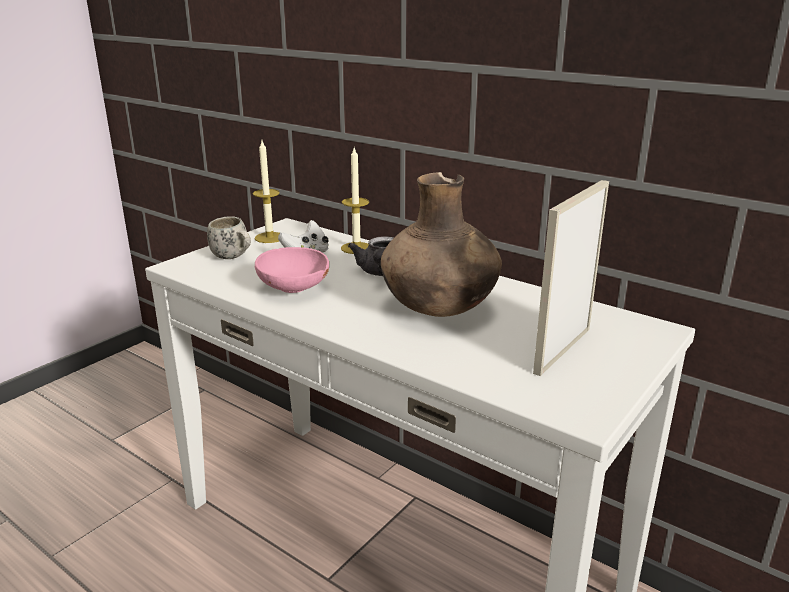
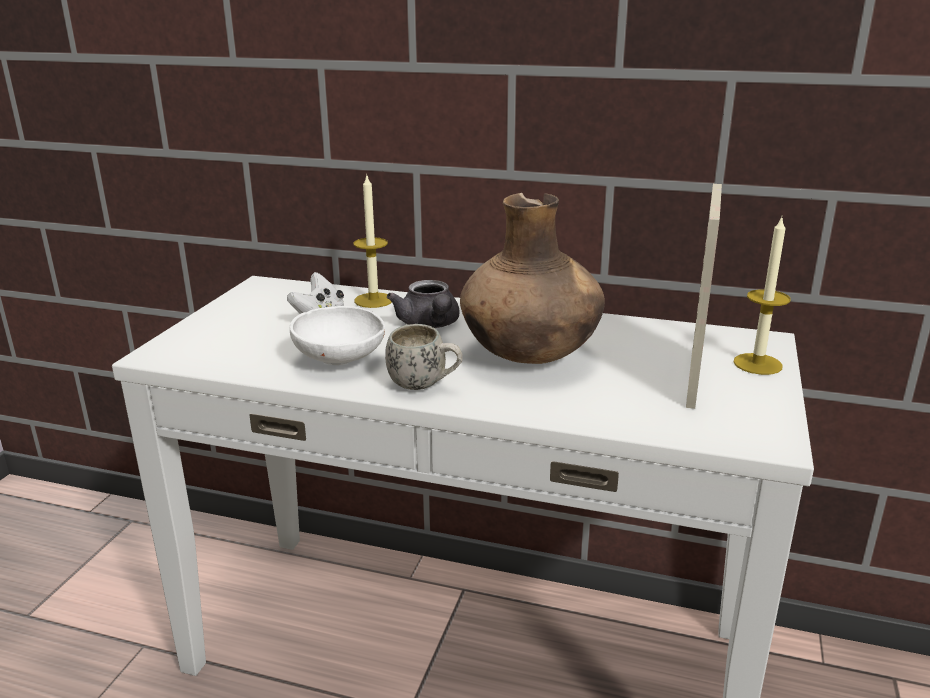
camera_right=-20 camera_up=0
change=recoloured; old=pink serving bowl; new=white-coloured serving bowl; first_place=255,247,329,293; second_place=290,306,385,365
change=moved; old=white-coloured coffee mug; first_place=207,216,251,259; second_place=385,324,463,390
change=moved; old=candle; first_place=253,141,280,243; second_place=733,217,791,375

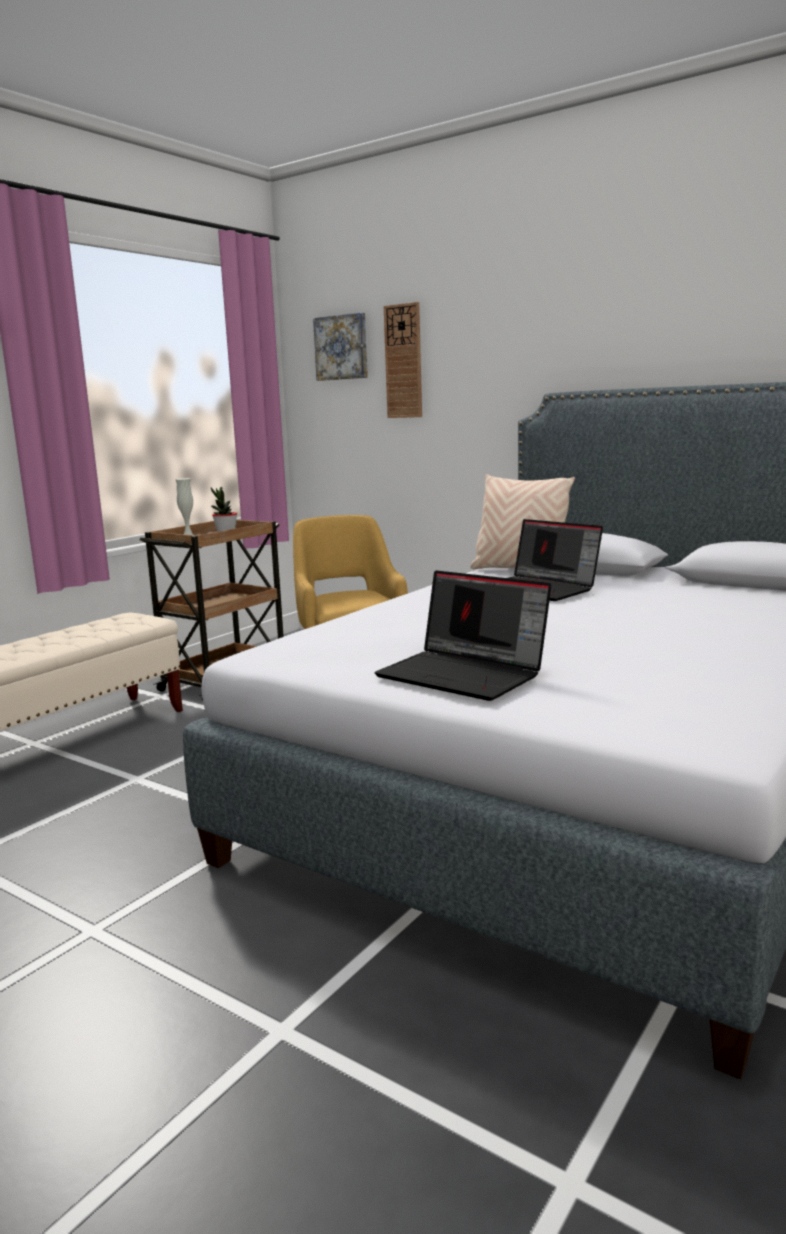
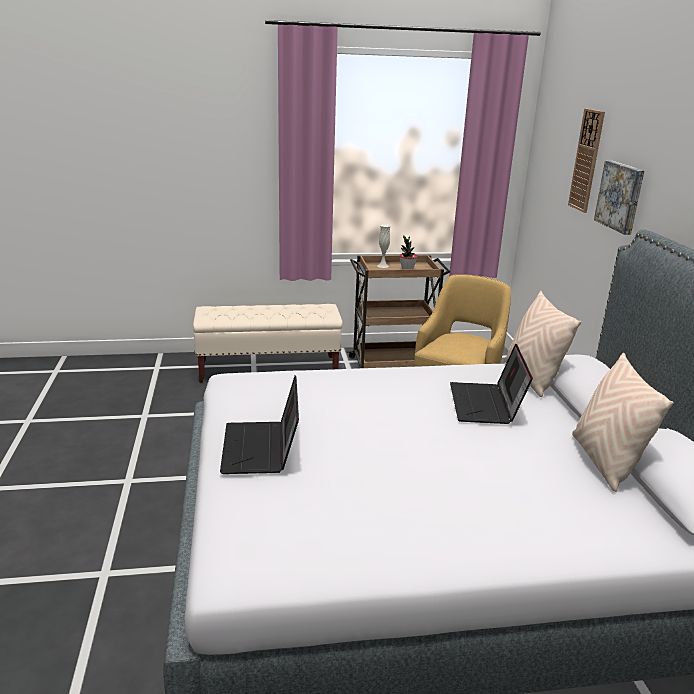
camera_right=45 camera_up=10
change=added; new=sand-coloured throw pillow; second_place=572,353,674,492
change=moved; old=picture; first_place=313,313,368,381; second_place=594,160,644,235

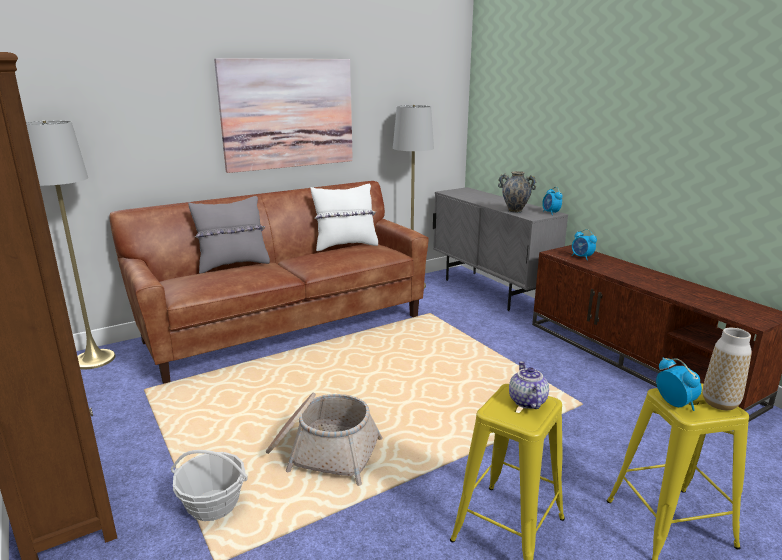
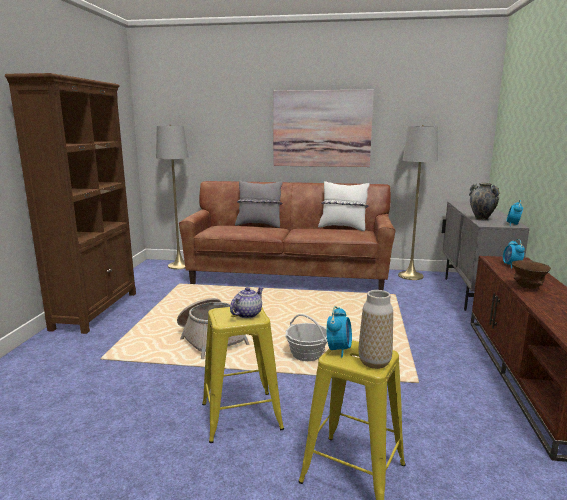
camera_right=40 camera_up=-5
change=moved; old=household basket; first_place=171,450,248,521; second_place=285,314,327,361
change=added; new=brown serving bowl; second_place=512,260,551,289

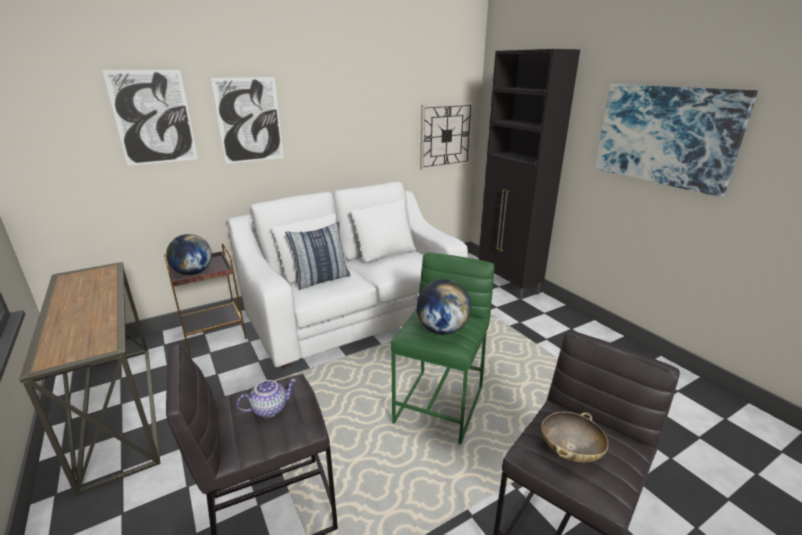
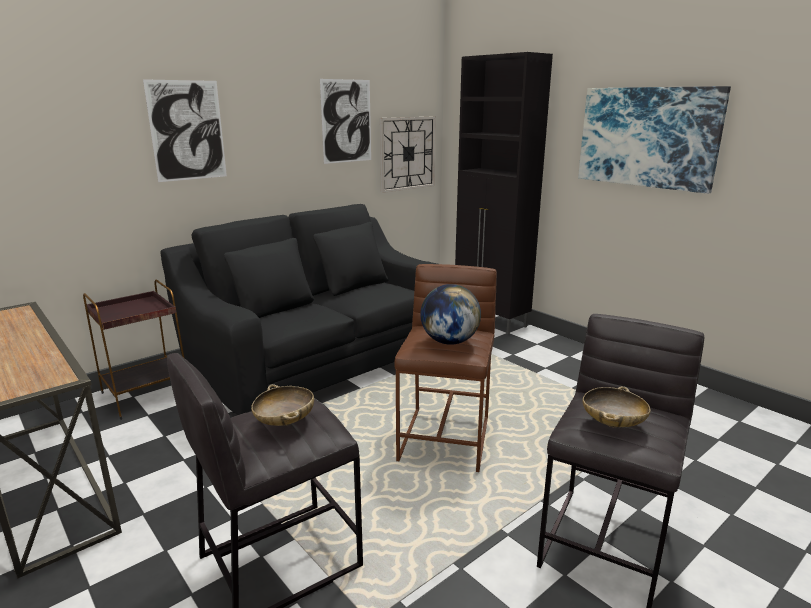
camera_right=-10 camera_up=-5
change=recoloured; old=white-coloured couch; new=black-coloured couch; first_place=227,182,468,368; second_place=160,204,437,415
change=replaced; old=tea pot; new=sand-coloured serving bowl; first_place=237,379,296,418; second_place=251,384,314,426
change=moved; old=picture; first_place=102,70,198,166; second_place=320,79,371,164
change=recoloured; old=greenish sitting stool; new=brown sitting stool; first_place=391,253,495,444; second_place=394,264,497,472
change=removed; old=world globe; first_place=166,234,212,275
change=removed; old=throw pillow; first_place=285,221,351,290

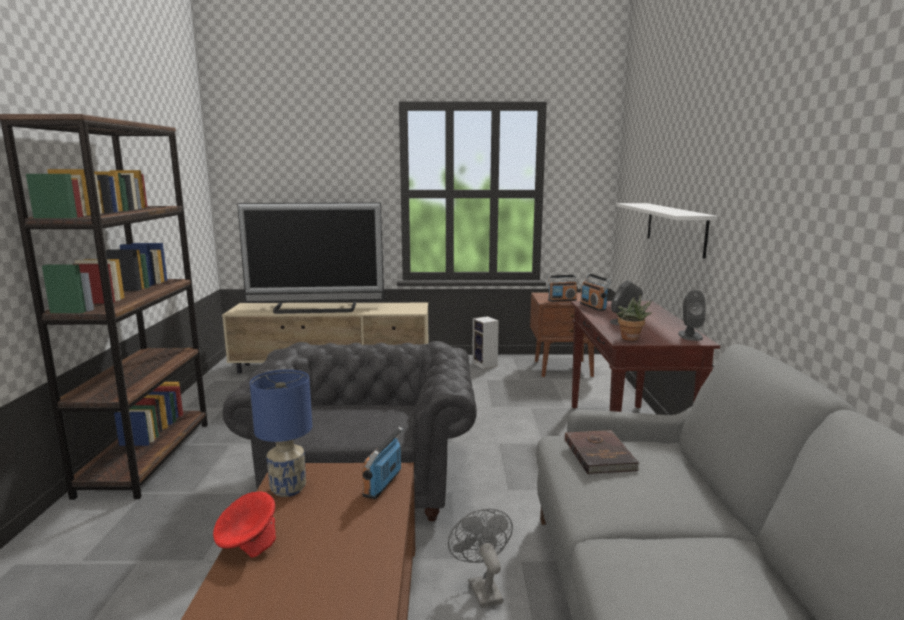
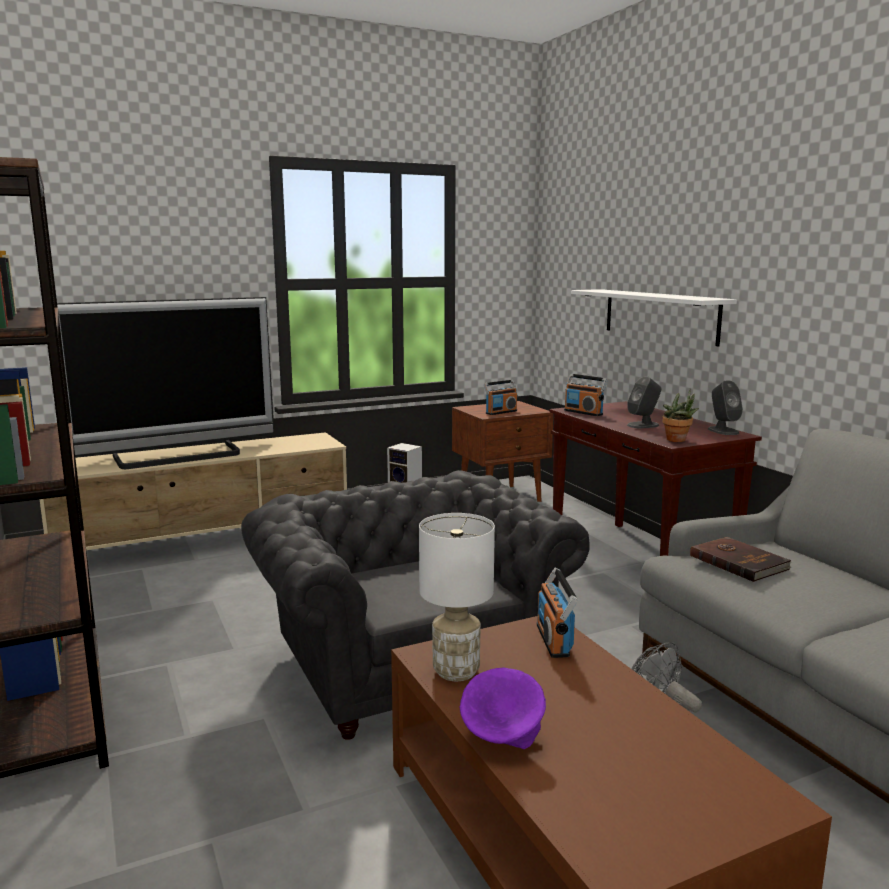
camera_right=-25 camera_up=0
change=recoloured; old=blue table lamp; new=white-coloured table lamp; first_place=250,369,312,497; second_place=419,513,495,681
change=recoloured; old=red serving bowl; new=purplish serving bowl; first_place=213,491,276,558; second_place=459,668,546,749

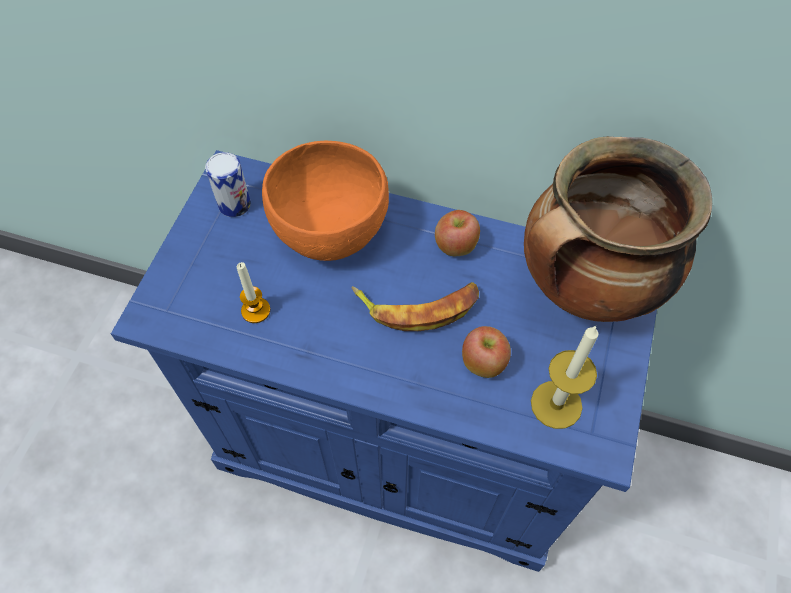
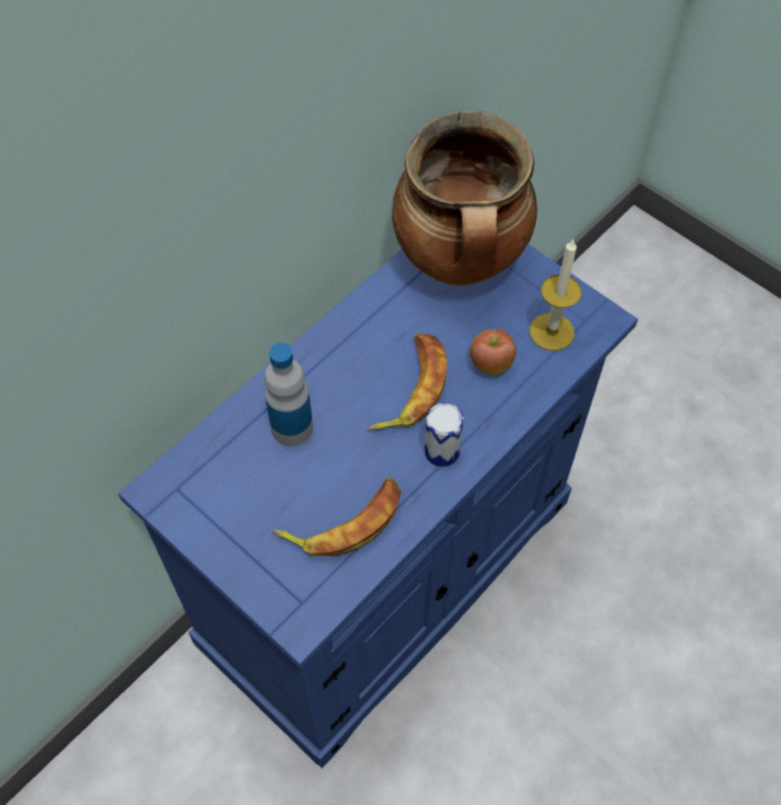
camera_right=-65 camera_up=0
change=replaced; old=orange serving bowl; new=drink bottle; first_place=262,140,389,261; second_place=264,343,313,446
change=replaced; old=candle; new=banana; first_place=237,262,270,323; second_place=273,478,401,556
change=moved; old=can; first_place=205,152,251,217; second_place=425,403,464,467
change=removed; old=whole apple; first_place=435,210,480,256

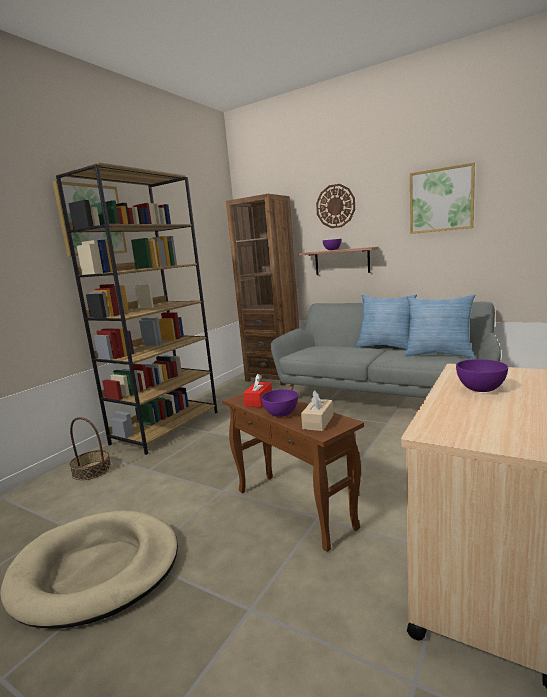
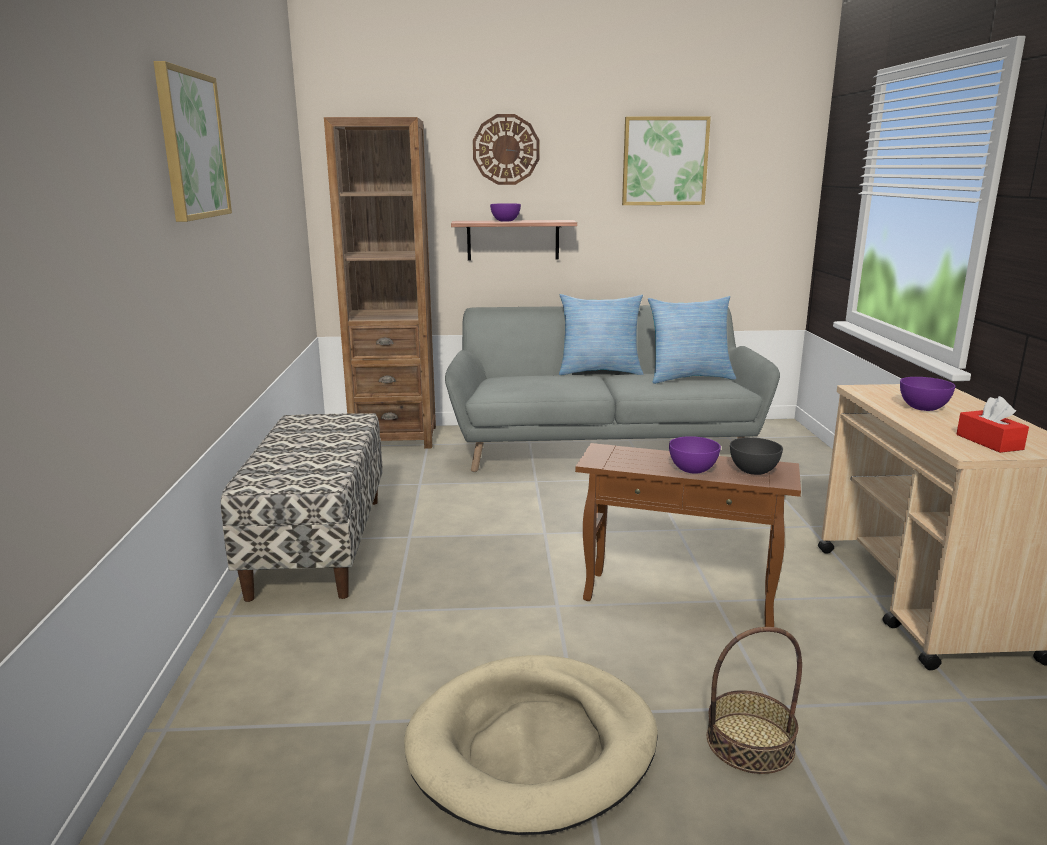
camera_right=-35 camera_up=5
change=replaced; old=brown bookshelf; new=bench; first_place=56,162,218,455; second_place=221,413,383,602
change=moved; old=household basket; first_place=70,417,111,480; second_place=707,627,802,774
change=replaced; old=sand-coloured tissue box; new=gray serving bowl; first_place=301,391,333,431; second_place=730,437,783,475
change=moved; old=red tissue box; first_place=243,374,272,407; second_place=956,396,1029,453

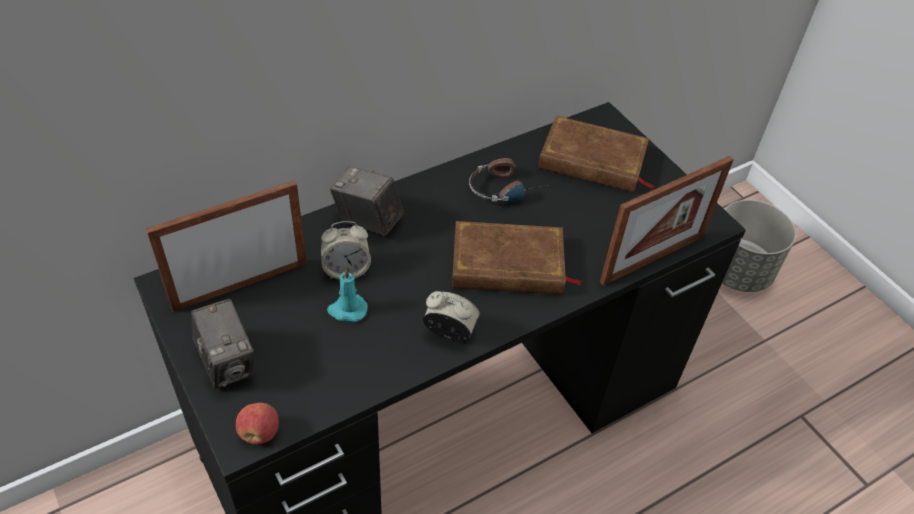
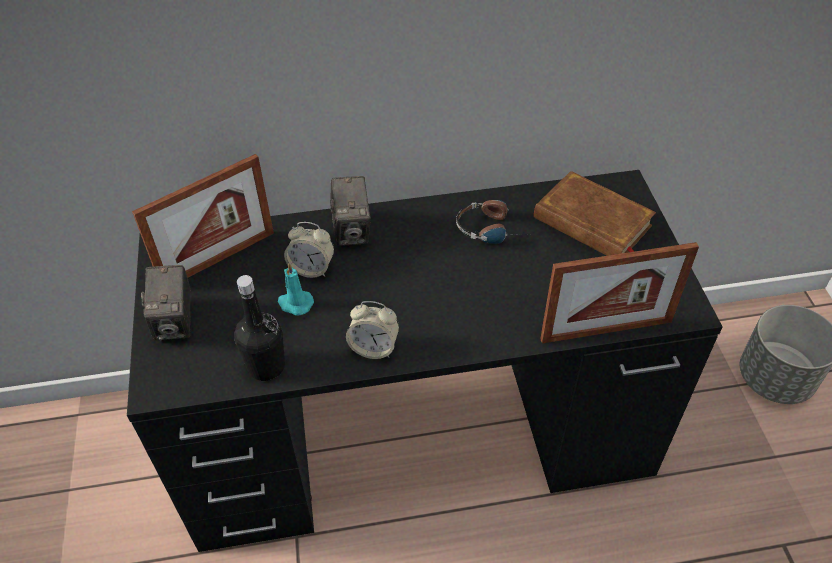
camera_right=25 camera_up=0
change=turned; old=standing frame; first_place=146,180,307,312; second_place=132,154,274,278; degrees=150
change=added; new=black-coloured drink bottle; second_place=234,275,285,381
change=turned; old=still camera; first_place=330,166,404,236; second_place=330,176,371,246; degrees=-150
change=turned; old=alarm clock; first_place=423,291,480,341; second_place=346,301,399,359; degrees=150
change=removed; old=whole apple; first_place=236,403,279,445
change=removed; old=brown book; first_place=452,221,582,295

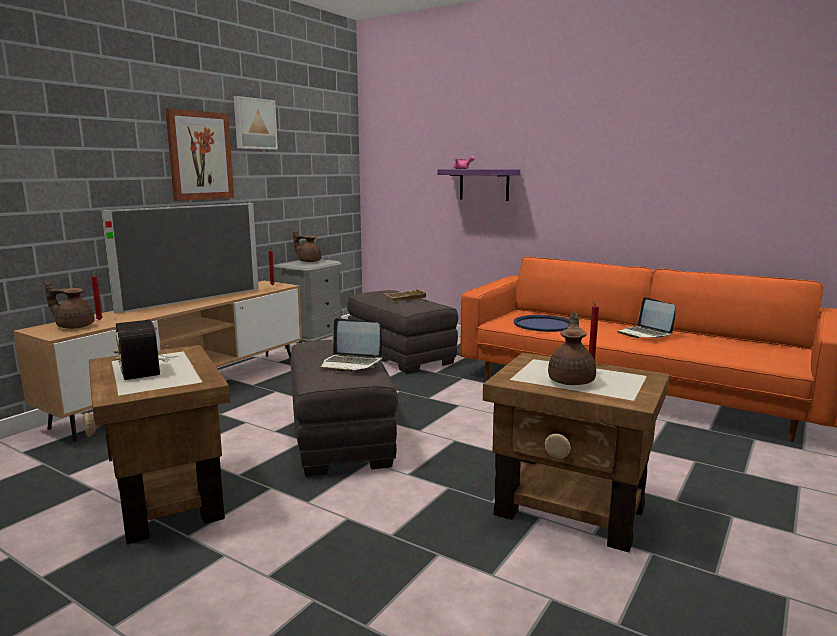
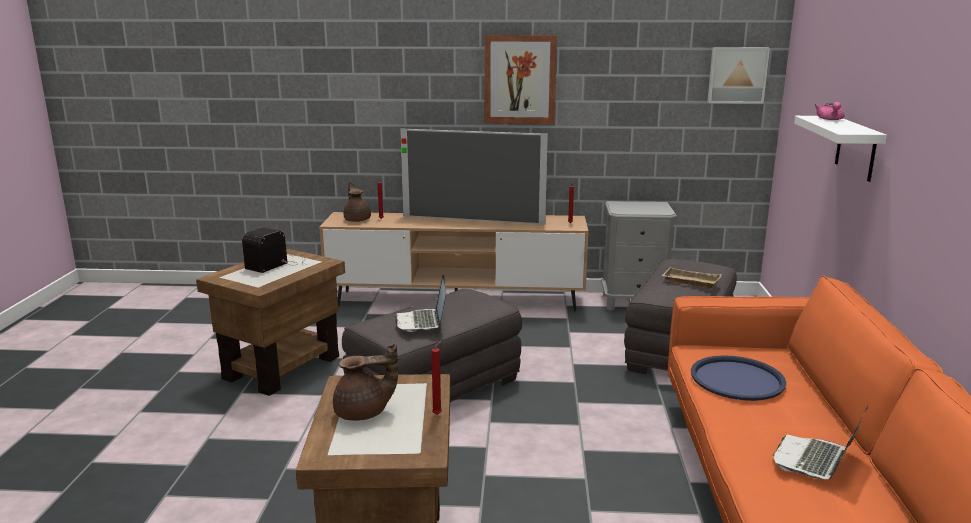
camera_right=60 camera_up=5
change=moved; old=picture; first_place=234,96,278,150; second_place=707,47,770,104
change=recoloured; old=purplish wall shelf; new=white-coloured wall shelf; first_place=437,169,520,201; second_place=794,116,887,182
change=removed; old=brown tea pot; first_place=293,230,322,262

